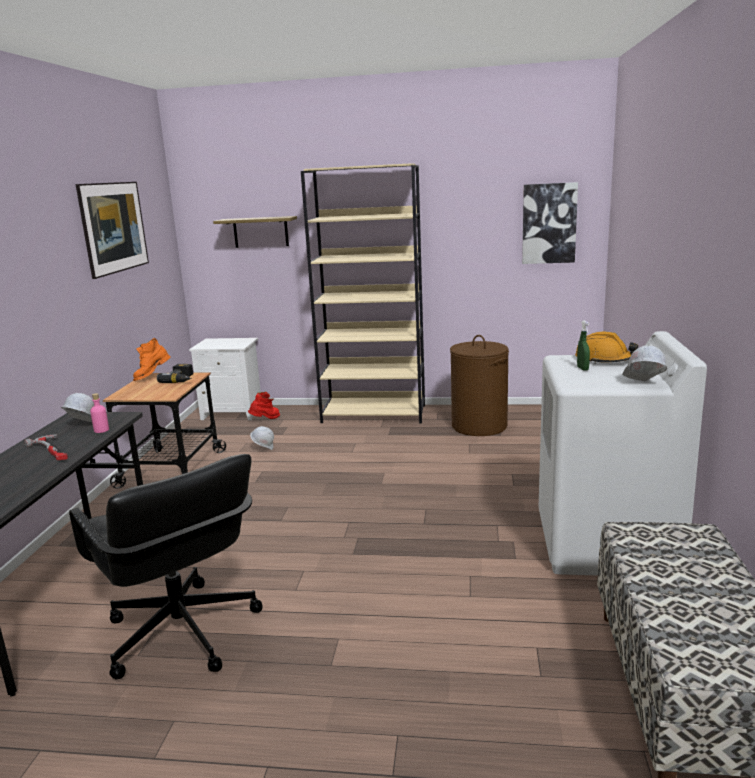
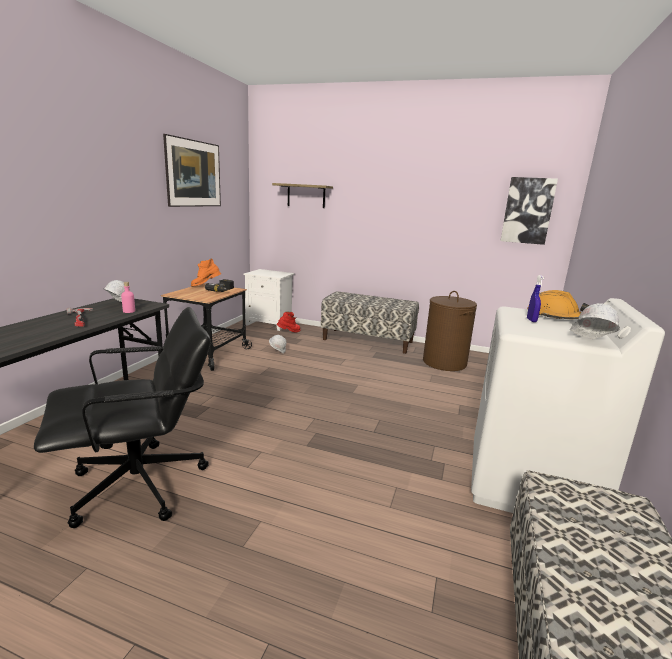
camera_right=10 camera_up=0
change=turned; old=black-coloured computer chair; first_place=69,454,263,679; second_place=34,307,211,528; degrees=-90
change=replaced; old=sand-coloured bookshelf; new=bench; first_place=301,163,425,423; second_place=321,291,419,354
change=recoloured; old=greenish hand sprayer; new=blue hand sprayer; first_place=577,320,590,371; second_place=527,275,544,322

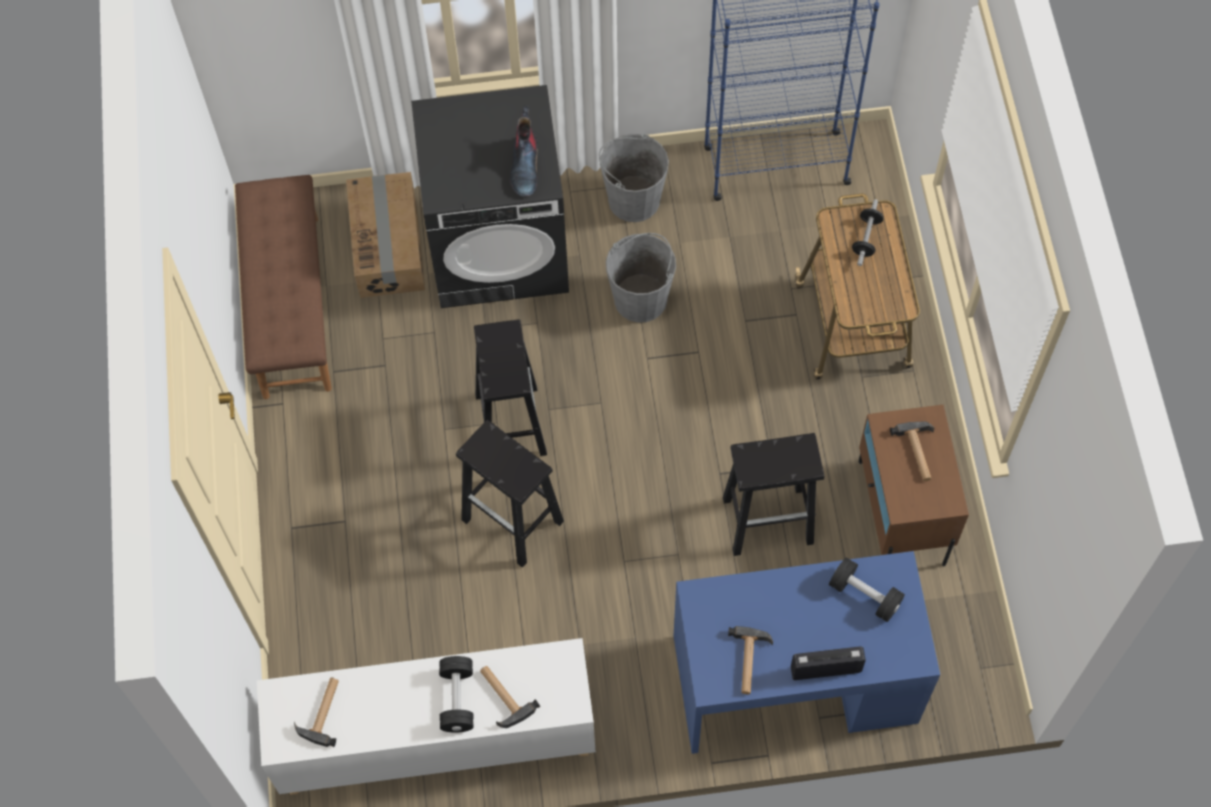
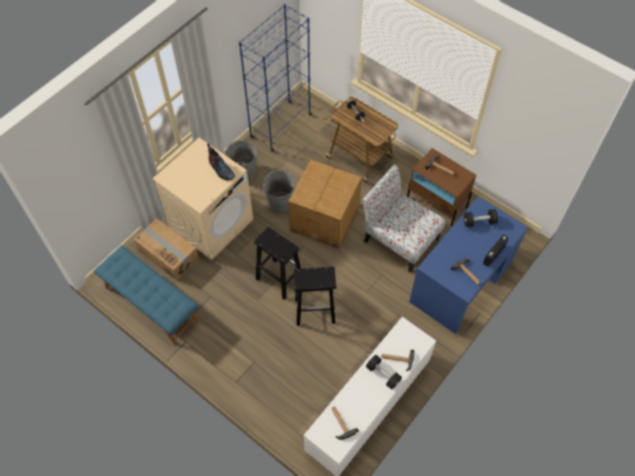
camera_right=-45 camera_up=-5
change=recoloured; old=brown bench; new=blue bench; first_place=235,175,332,399; second_place=94,245,200,346
change=recoloured; old=black-coloured washing machine; new=sand-coloured washing machine; first_place=411,85,569,308; second_place=152,138,253,260
change=added; new=carton; second_place=288,160,362,249
change=replaced; old=black-coloured sitting stool; new=plain chair; first_place=723,433,824,556; second_place=362,165,445,273

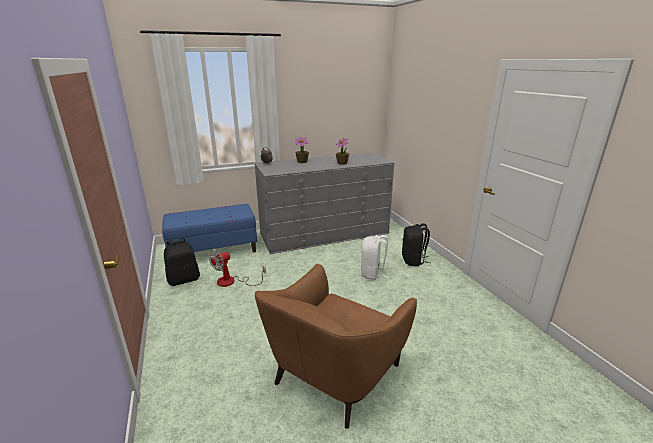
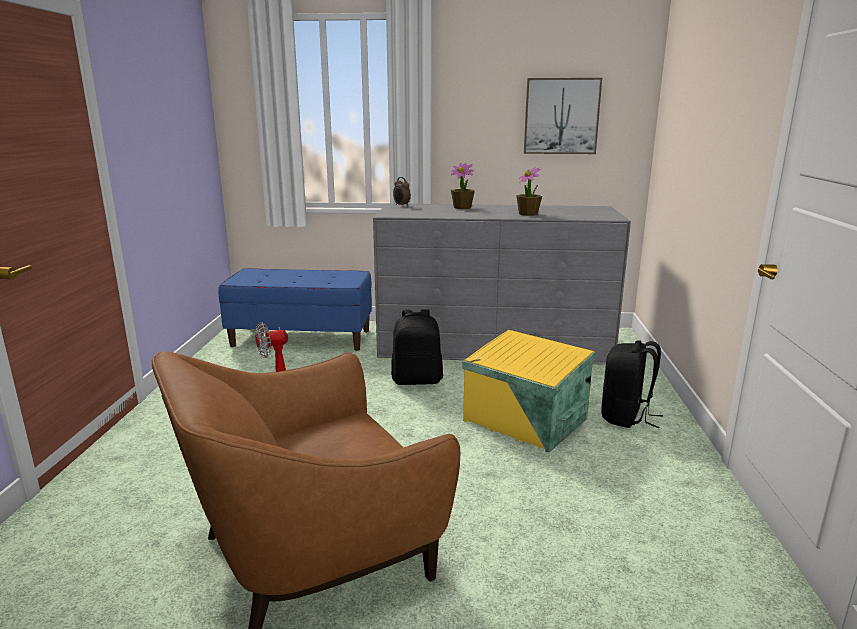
camera_right=25 camera_up=-5
change=moved; old=black-coloured rucksack; first_place=164,238,200,286; second_place=391,309,443,385
change=replaced; old=white-coloured rucksack; new=yellowish storage box; first_place=361,235,391,280; second_place=462,330,595,453
change=added; new=picture; second_place=524,78,602,154

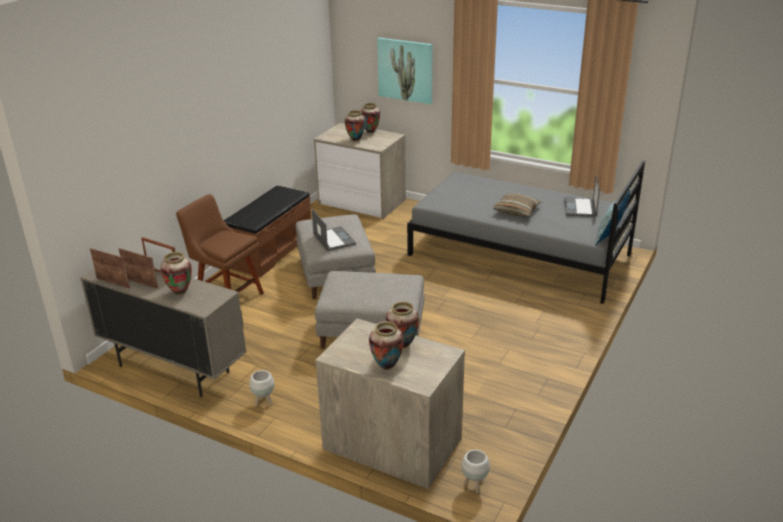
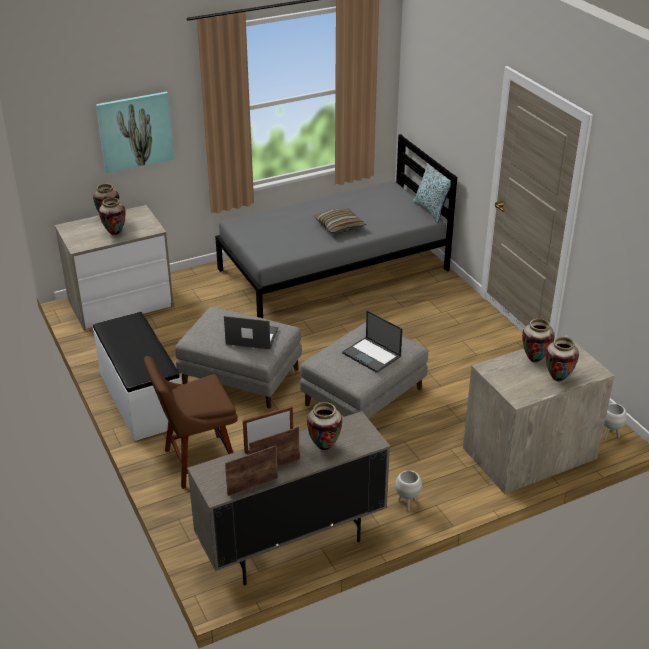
camera_right=-55 camera_up=5
change=recoloured; old=brown bench; new=white-coloured bench; first_place=223,185,311,277; second_place=93,312,181,441
change=moved; old=laptop; first_place=564,175,600,217; second_place=342,310,403,373

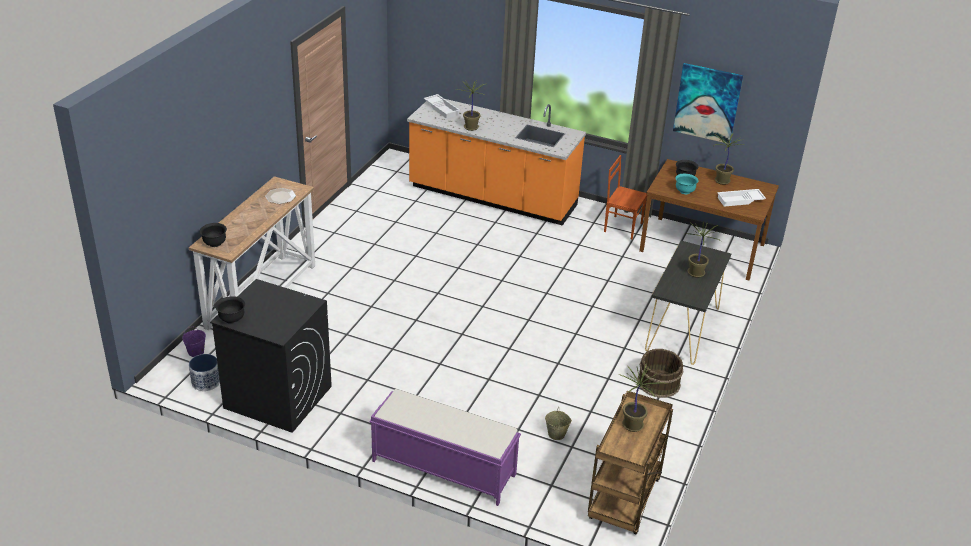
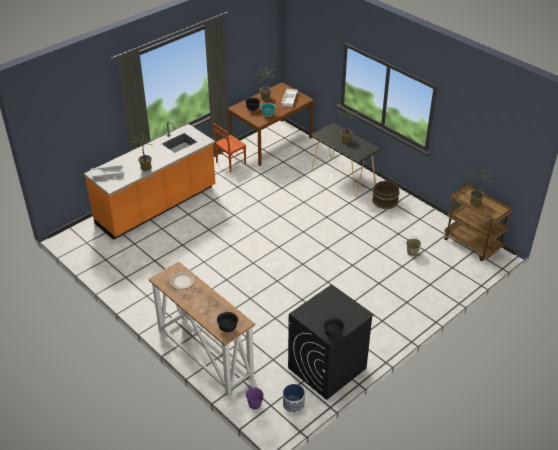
camera_right=-65 camera_up=5
change=removed; old=purplish bench; first_place=369,389,521,506
change=removed; old=picture; first_place=673,63,743,144

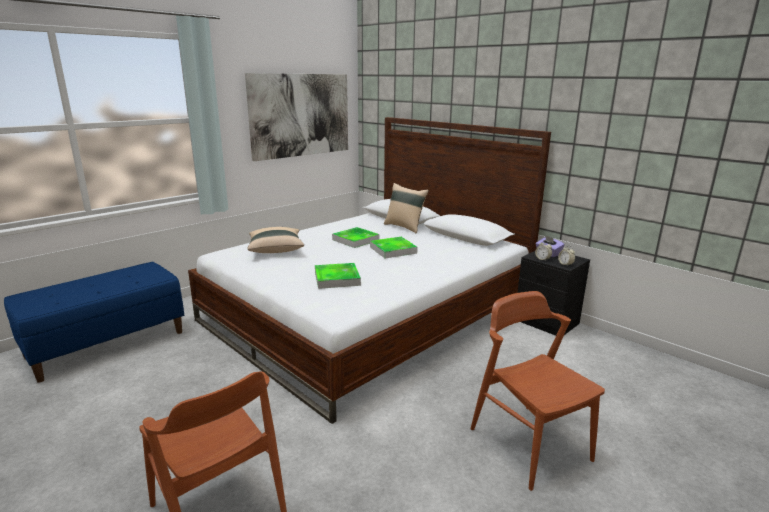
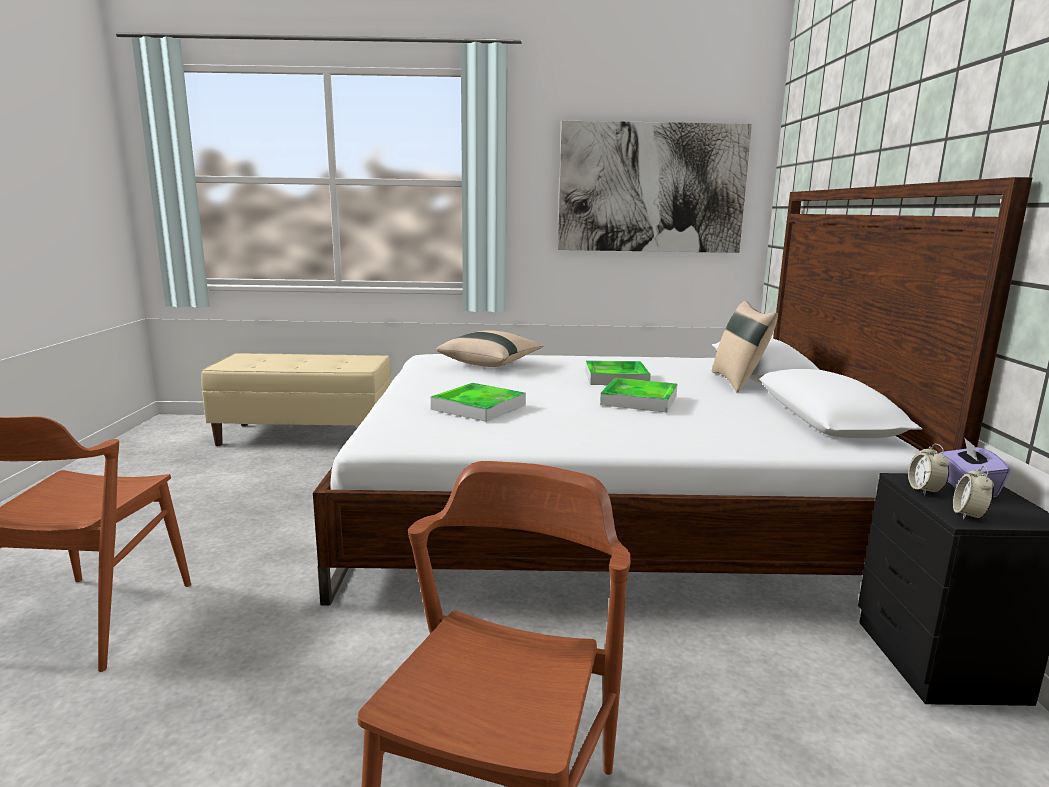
camera_right=45 camera_up=-5
change=recoloured; old=blue bench; new=sand-coloured bench; first_place=4,262,184,383; second_place=201,353,392,446

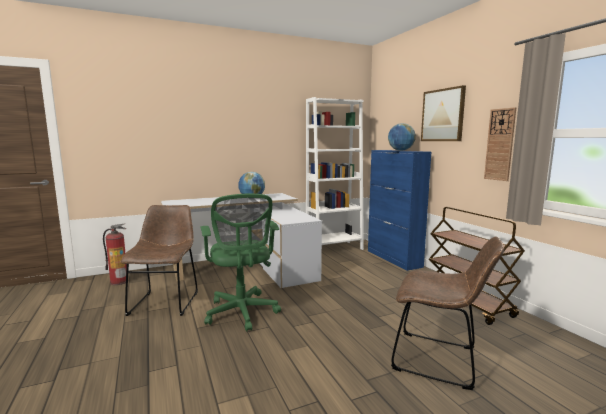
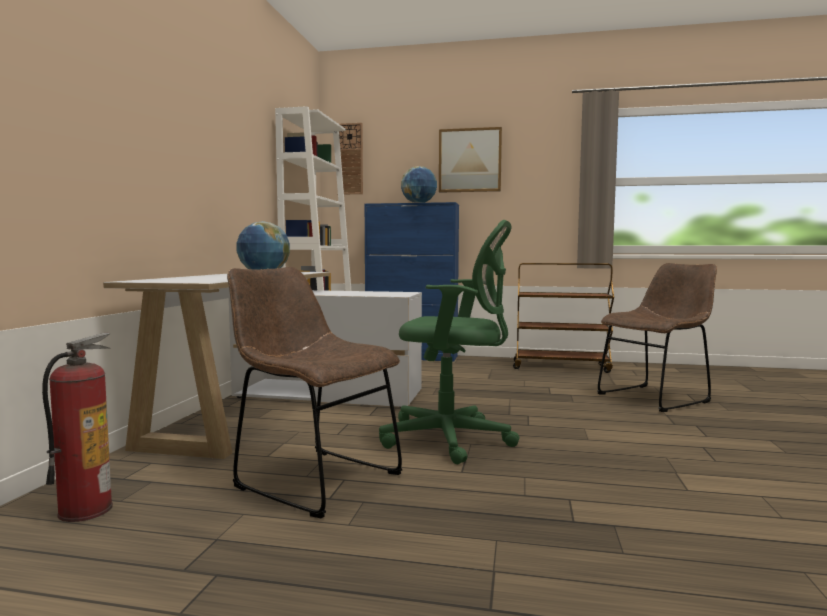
camera_right=-55 camera_up=-5
change=moved; old=hanging clock; first_place=484,107,516,181; second_place=339,123,363,194

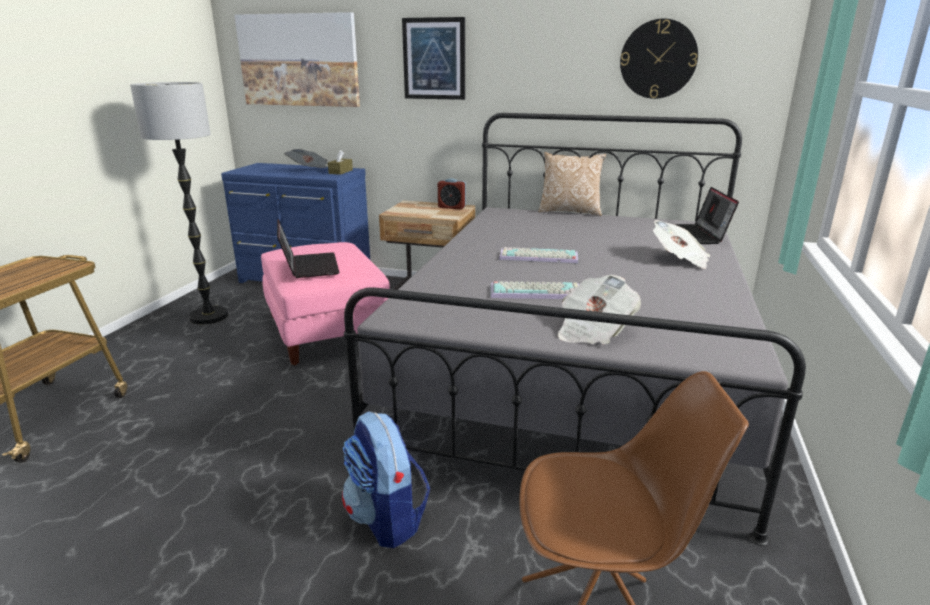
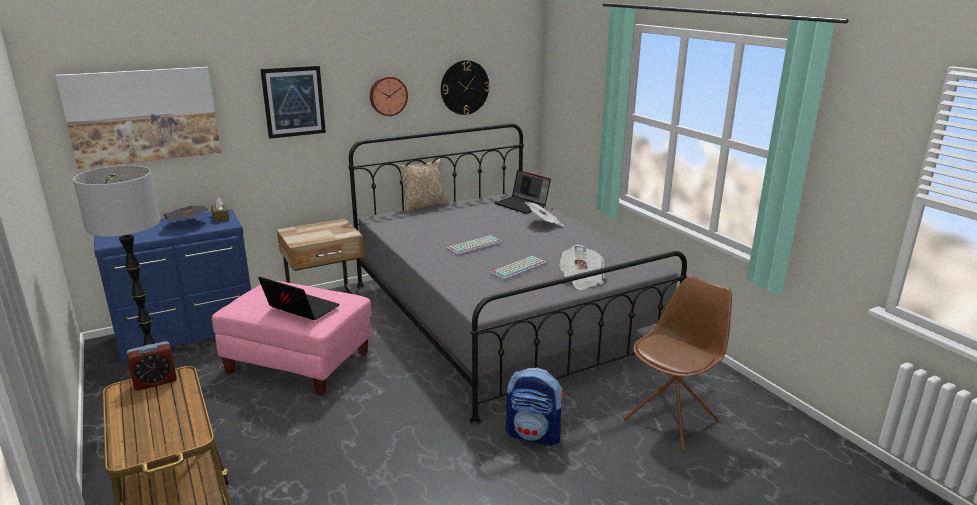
camera_right=-45 camera_up=0
change=moved; old=alarm clock; first_place=438,178,466,209; second_place=126,341,177,391
change=added; new=hanging clock; second_place=370,76,408,116

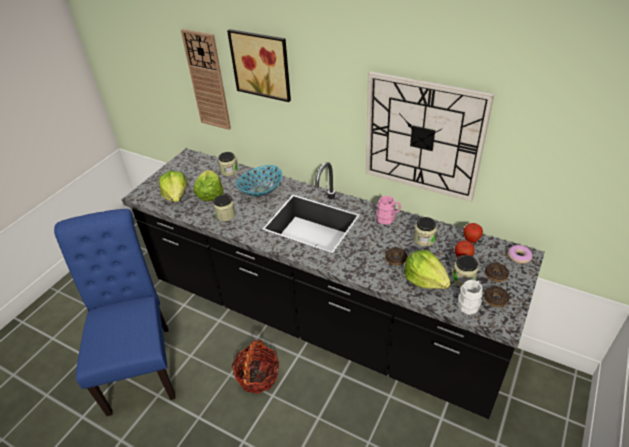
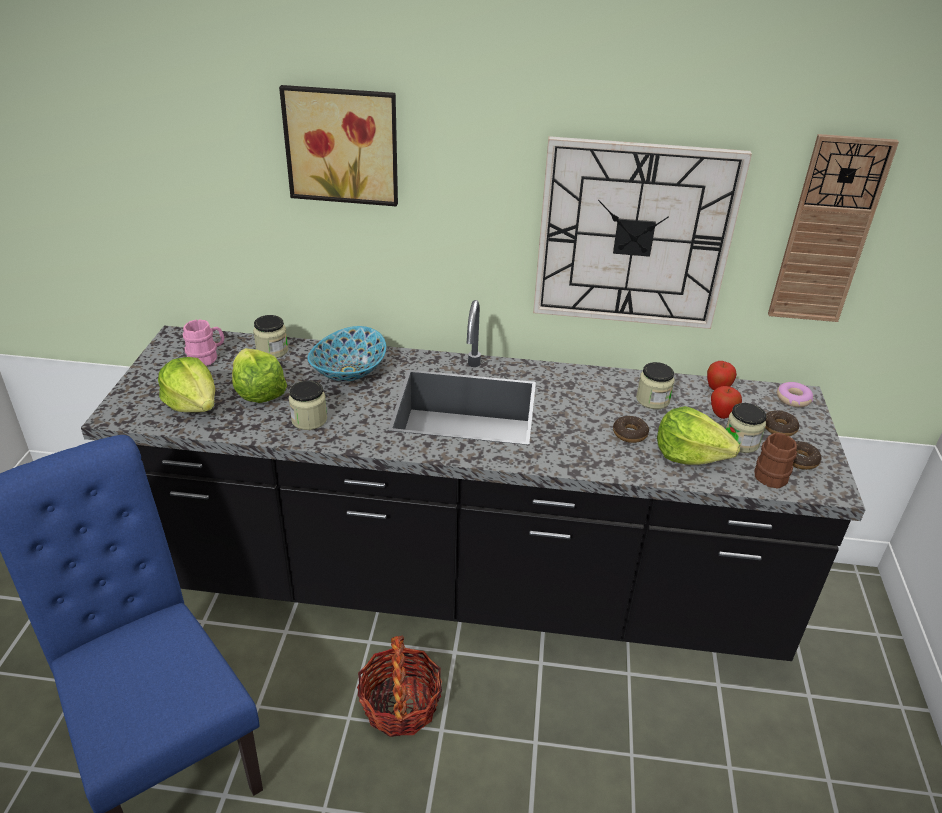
camera_right=-25 camera_up=-5
change=moved; old=pink coffee mug; first_place=376,196,401,225; second_place=183,320,224,366
change=recoloured; old=white-coloured coffee mug; new=brown coffee mug; first_place=458,280,483,315; second_place=754,433,797,489
change=moved; old=hanging clock; first_place=181,29,231,130; second_place=768,134,899,322

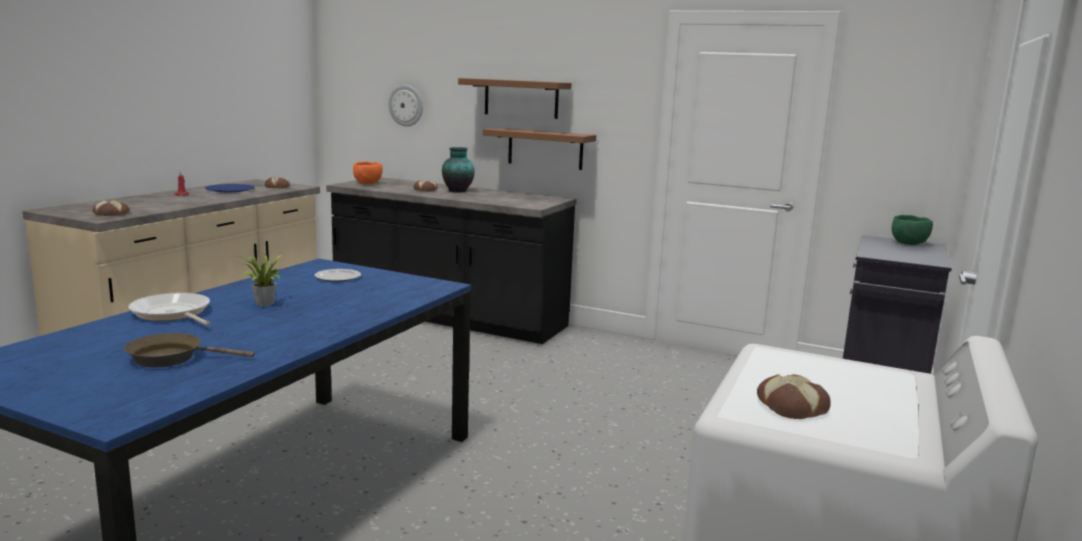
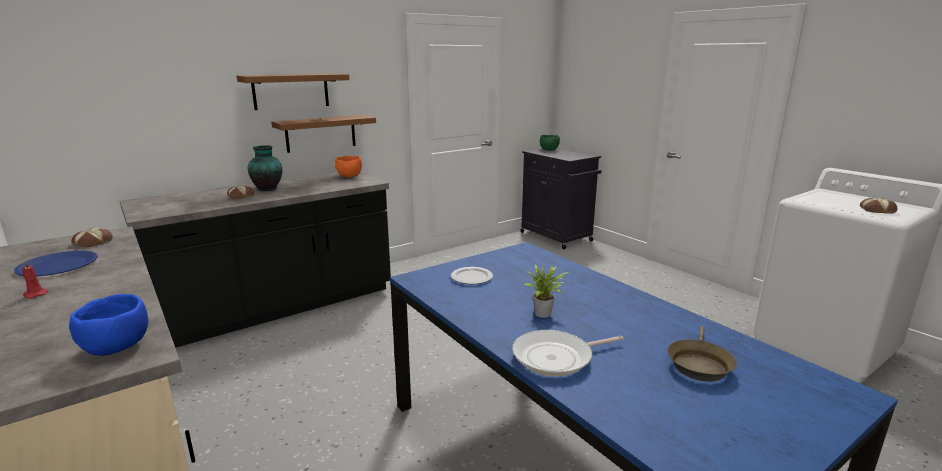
camera_right=-60 camera_up=5
change=replaced; old=bakery bread; new=blue serving bowl; first_place=93,200,130,216; second_place=69,294,148,356
change=moved; old=orange serving bowl; first_place=353,161,383,184; second_place=335,156,362,177
change=removed; old=hanging clock; first_place=389,85,423,127

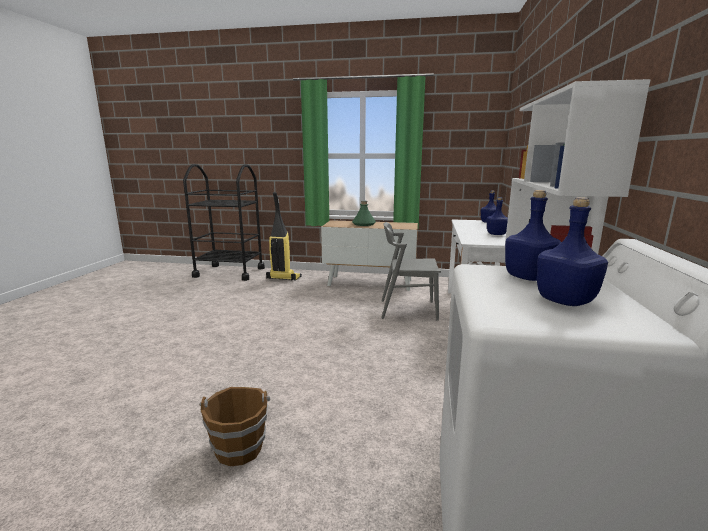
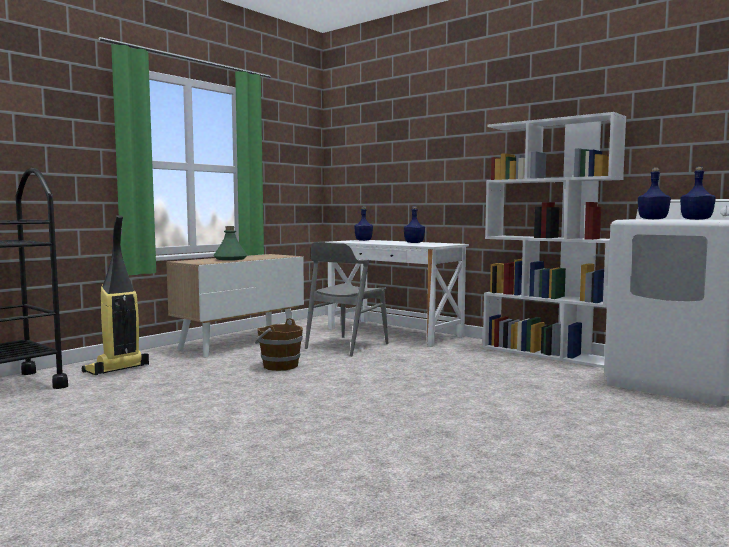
camera_right=-60 camera_up=-10
change=moved; old=brown pail; first_place=199,387,270,466; second_place=255,318,303,371

